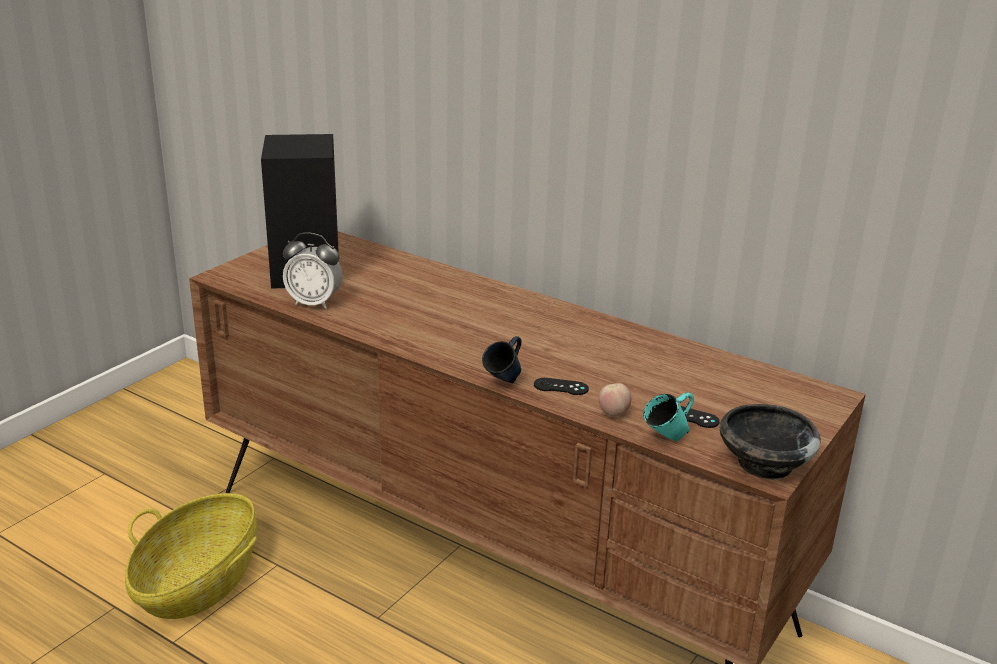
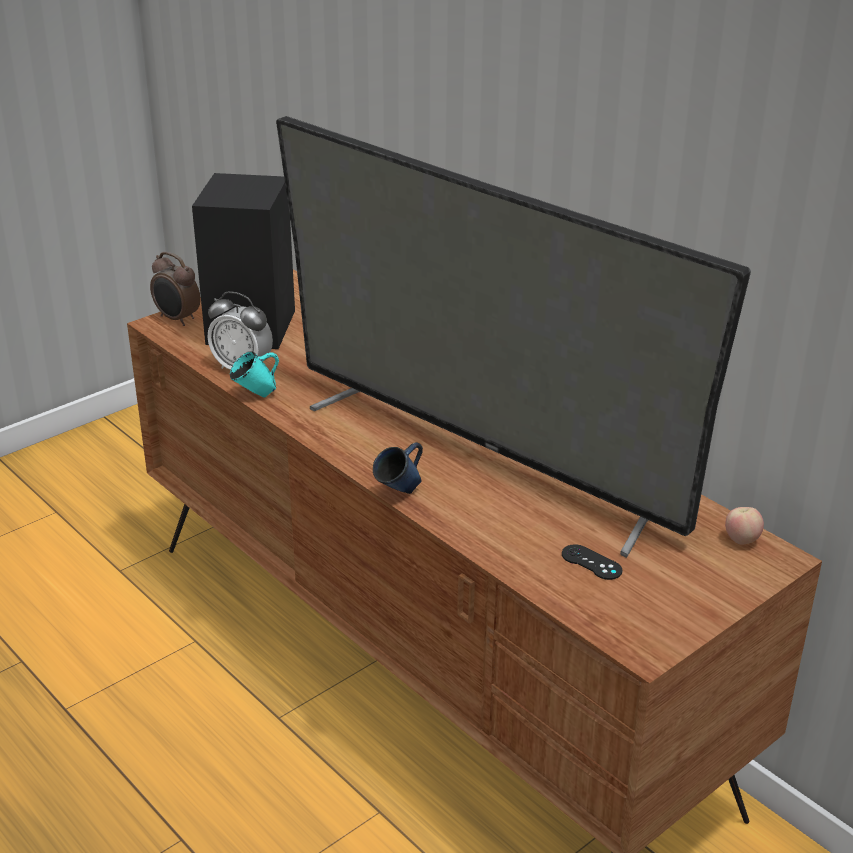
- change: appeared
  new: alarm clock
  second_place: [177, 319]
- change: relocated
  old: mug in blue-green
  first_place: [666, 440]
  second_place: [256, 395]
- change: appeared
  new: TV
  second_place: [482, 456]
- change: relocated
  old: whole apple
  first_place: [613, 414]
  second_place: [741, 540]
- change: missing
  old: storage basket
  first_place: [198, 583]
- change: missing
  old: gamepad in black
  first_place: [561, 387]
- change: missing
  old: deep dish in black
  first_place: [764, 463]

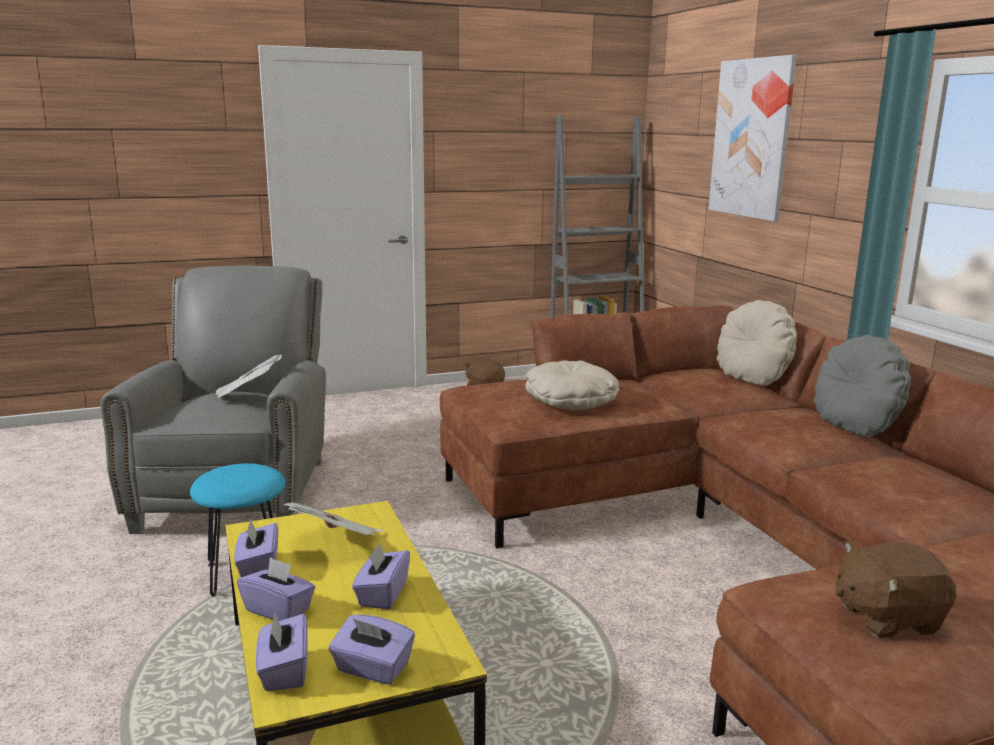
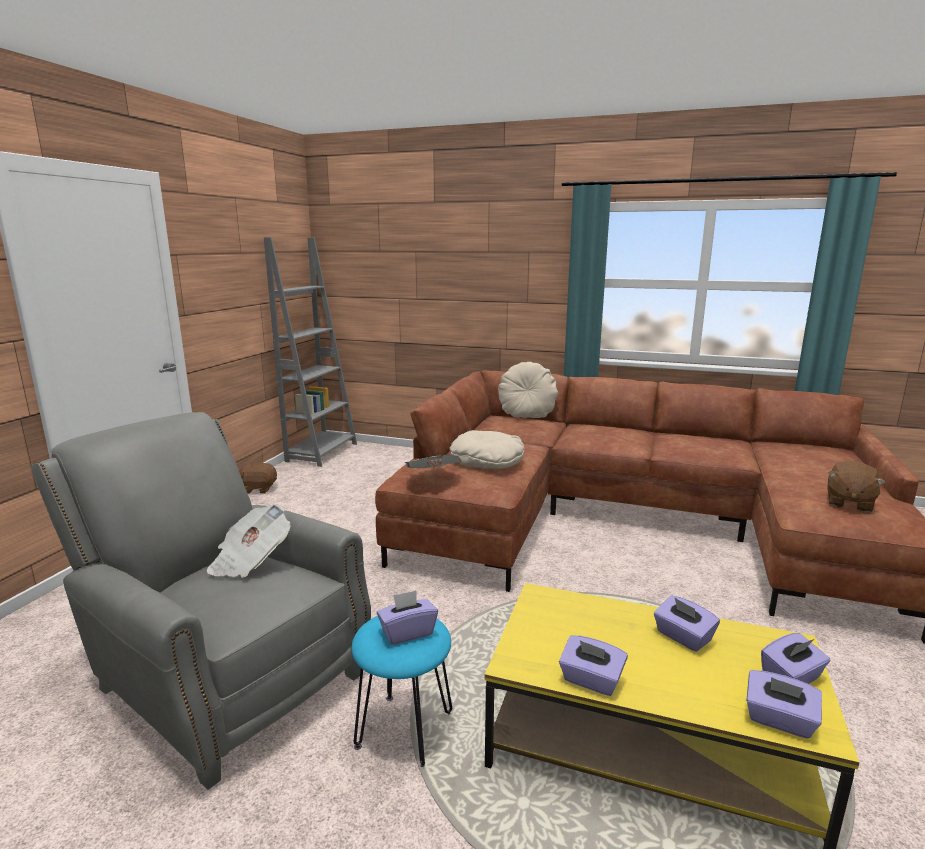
- change: relocated
  old: tissue holder in purplish
  first_place: [278, 610]
  second_place: [407, 632]
- change: relocated
  old: newspaper
  first_place: [337, 542]
  second_place: [433, 477]
- change: missing
  old: wall art
  first_place: [752, 138]
- change: missing
  old: throw pillow in grey
  first_place: [854, 428]

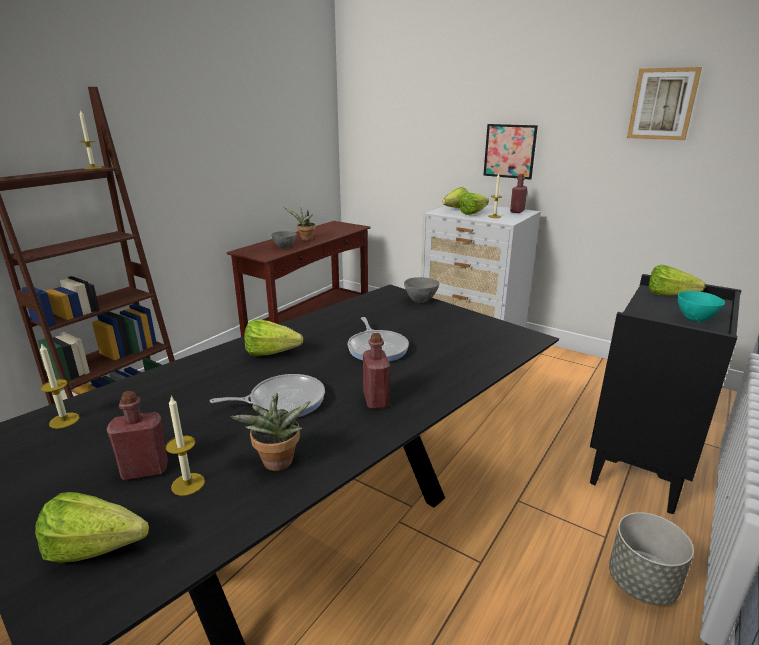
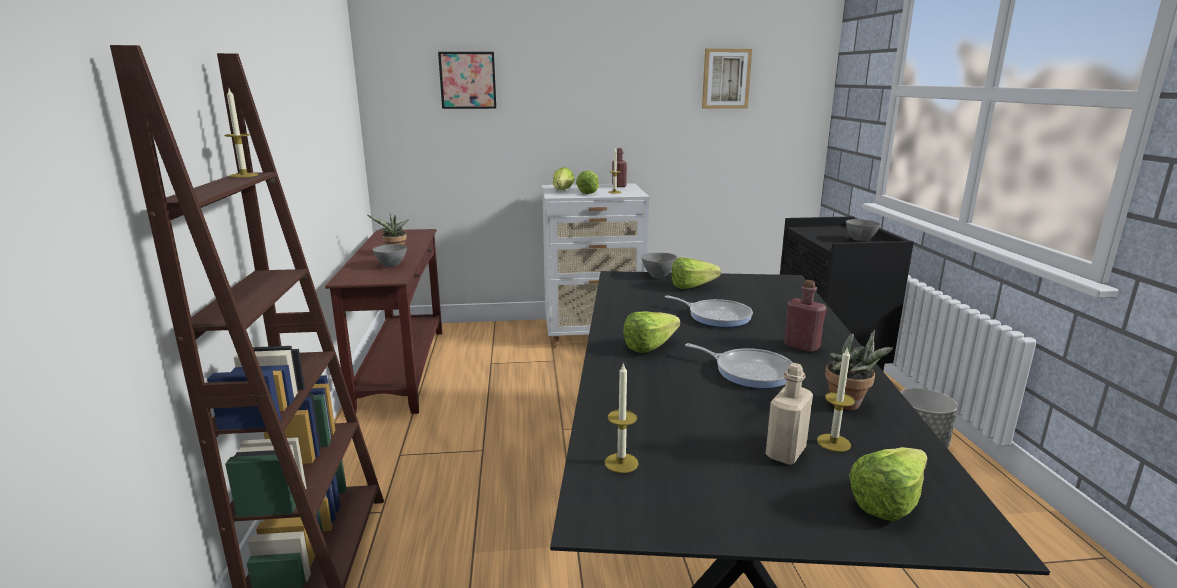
- change: relocated
  old: wall art
  first_place: [509, 151]
  second_place: [467, 80]
- change: relocated
  old: lettuce head
  first_place: [673, 296]
  second_place: [696, 287]
- change: spun
  old: skillet
  first_place: [283, 401]
  second_place: [749, 372]
  degrees: 90
- change: colour
  old: bottle in red-coloured
  new: bottle in beige-coloured
  first_place: [145, 470]
  second_place: [785, 452]
- change: colour
  old: deep dish in blue-green
  new: deep dish in grey
  first_place: [695, 319]
  second_place: [861, 240]

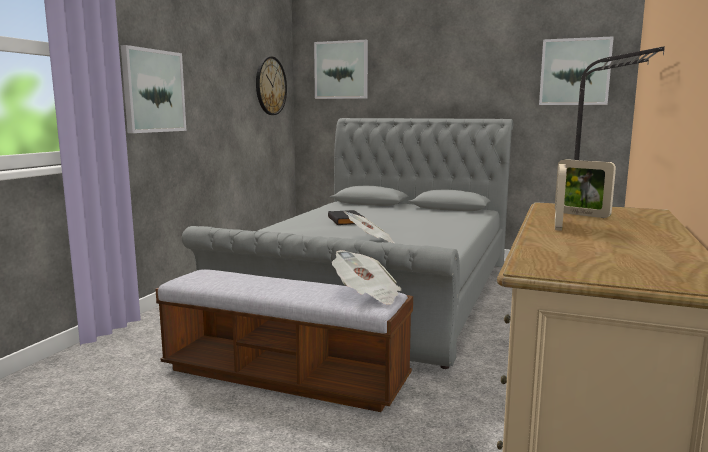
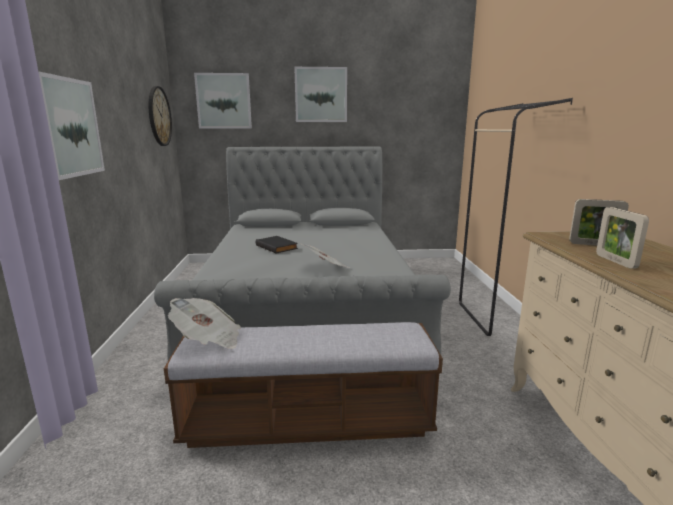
- change: relocated
  old: newspaper
  first_place: [367, 295]
  second_place: [208, 339]
- change: relocated
  old: wall art
  first_place: [575, 72]
  second_place: [321, 95]

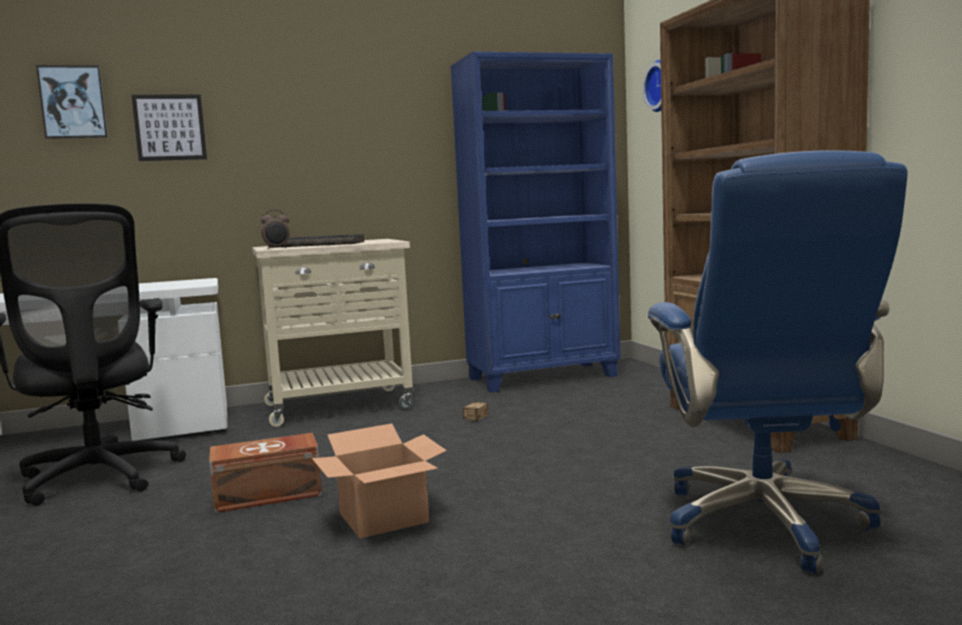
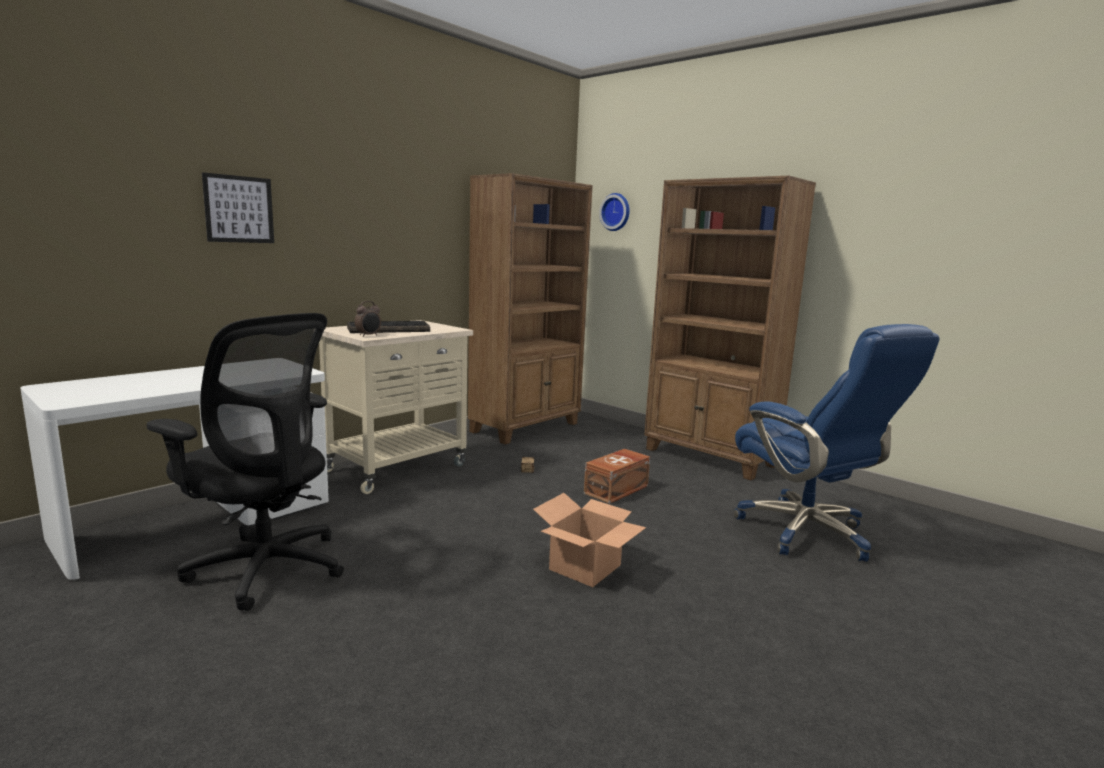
- change: colour
  old: shelving unit in bluish
  new: shelving unit in brown-coloured
  first_place: [544, 377]
  second_place: [526, 427]
- change: relocated
  old: storage bin in brown-coloured
  first_place: [269, 495]
  second_place: [617, 489]
- change: missing
  old: wall art
  first_place: [73, 102]

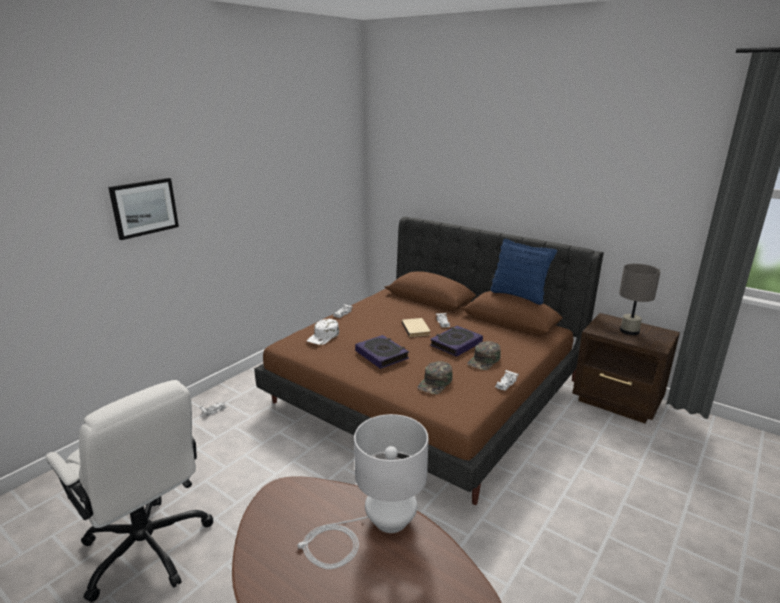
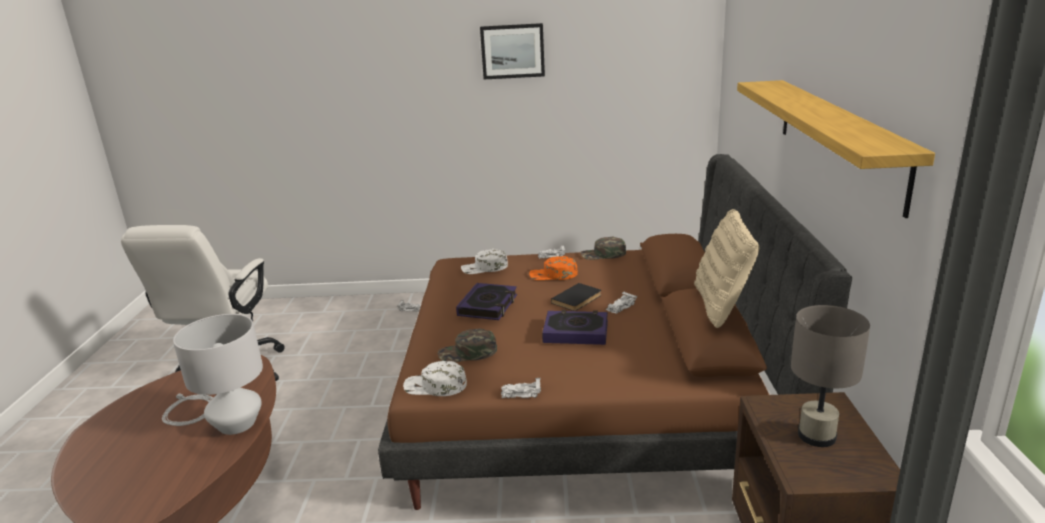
- change: appeared
  new: peaked cap in white
  second_place: [435, 386]
- change: relocated
  old: wall art
  first_place: [144, 207]
  second_place: [512, 51]
- change: appeared
  new: peaked cap in orange-coloured
  second_place: [553, 275]
- change: colour
  old: book in beige-coloured
  new: book in black
  first_place: [417, 328]
  second_place: [578, 299]
- change: relocated
  old: peaked cap in green-coloured
  first_place: [484, 360]
  second_place: [603, 254]
- change: colour
  old: throw pillow in bluish
  new: throw pillow in beige-coloured
  first_place: [519, 296]
  second_place: [722, 307]
- change: appeared
  new: wall shelf
  second_place: [837, 138]

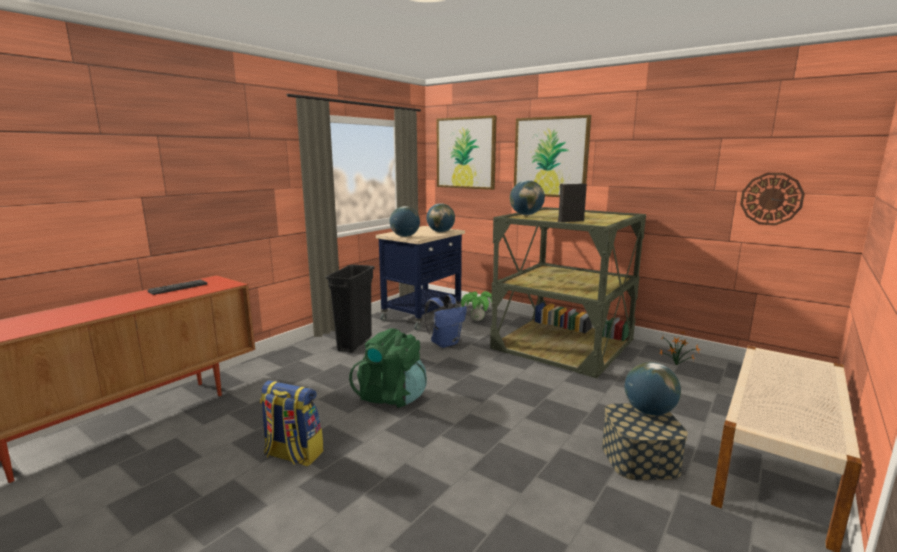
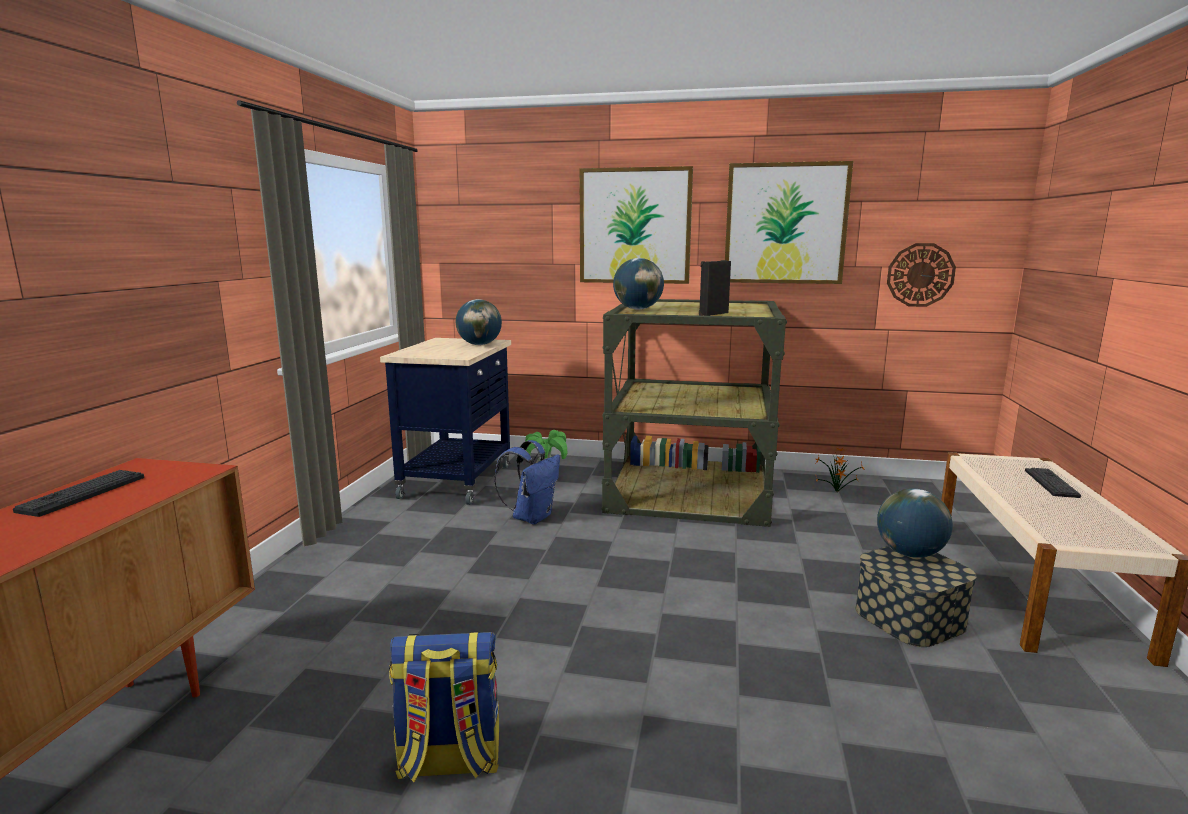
- change: relocated
  old: wall art
  first_place: [465, 153]
  second_place: [785, 224]
- change: appeared
  new: PC keyboard
  second_place: [1051, 483]
- change: missing
  old: rubbish bin in black
  first_place: [354, 343]
- change: missing
  old: knapsack in green-coloured
  first_place: [392, 396]
- change: missing
  old: globe
  first_place: [405, 236]

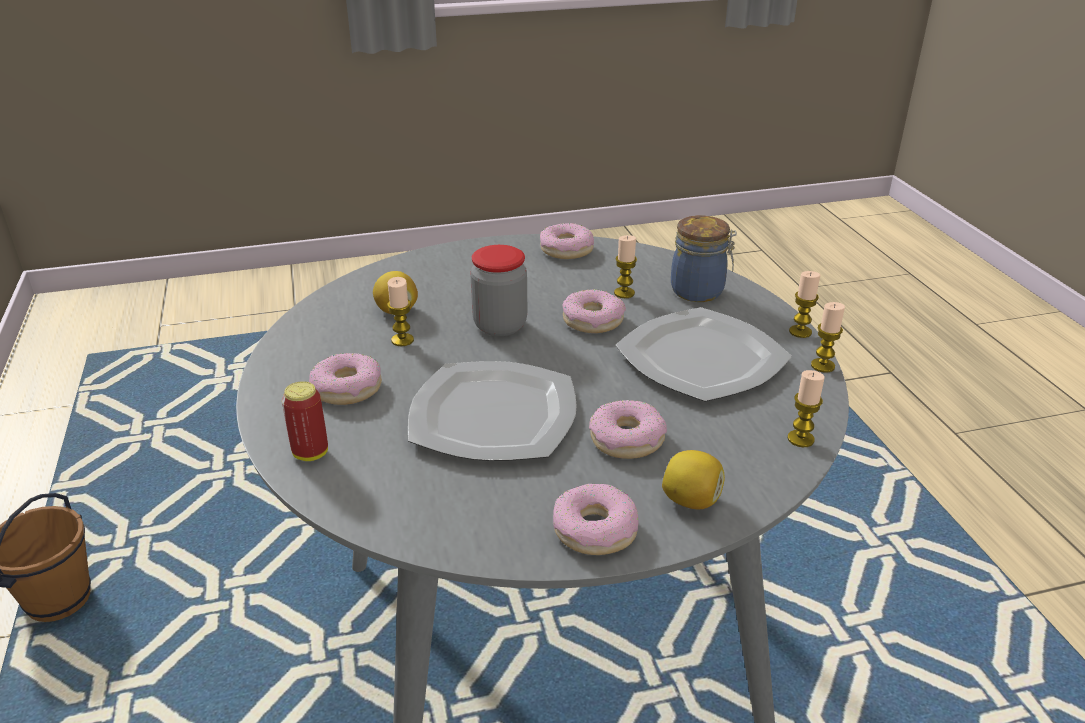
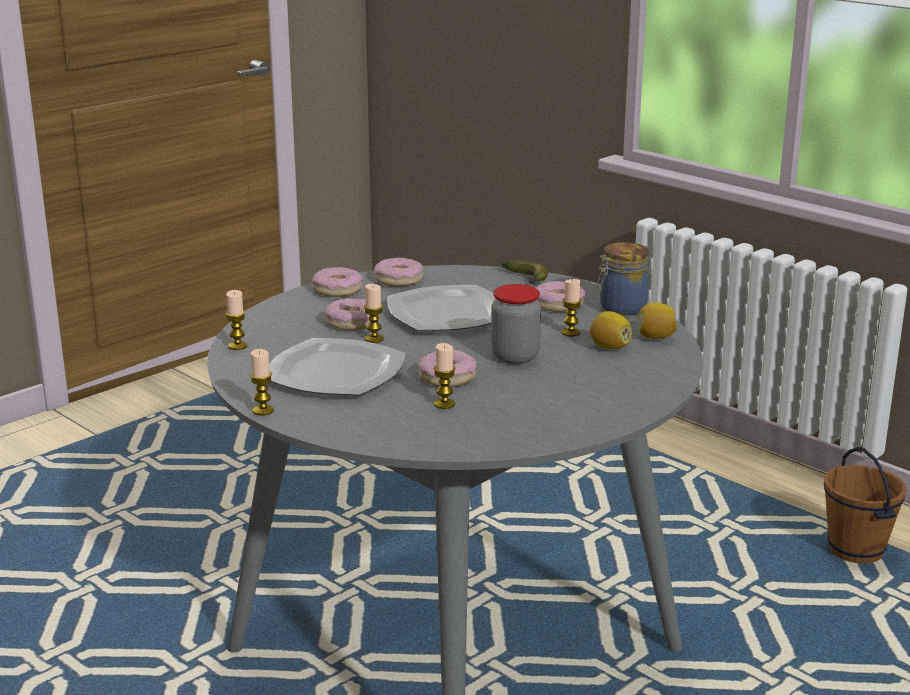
- change: relocated
  old: wax candle
  first_place: [822, 366]
  second_place: [374, 339]
- change: relocated
  old: donut
  first_place: [566, 249]
  second_place: [398, 280]
- change: exchanged
  old: metal can
  new: banana
  first_place: [310, 453]
  second_place: [527, 280]
- change: relocated
  old: storage jar
  first_place: [699, 291]
  second_place: [620, 308]
- change: relocated
  old: citrus fruit
  first_place: [691, 500]
  second_place: [655, 337]

